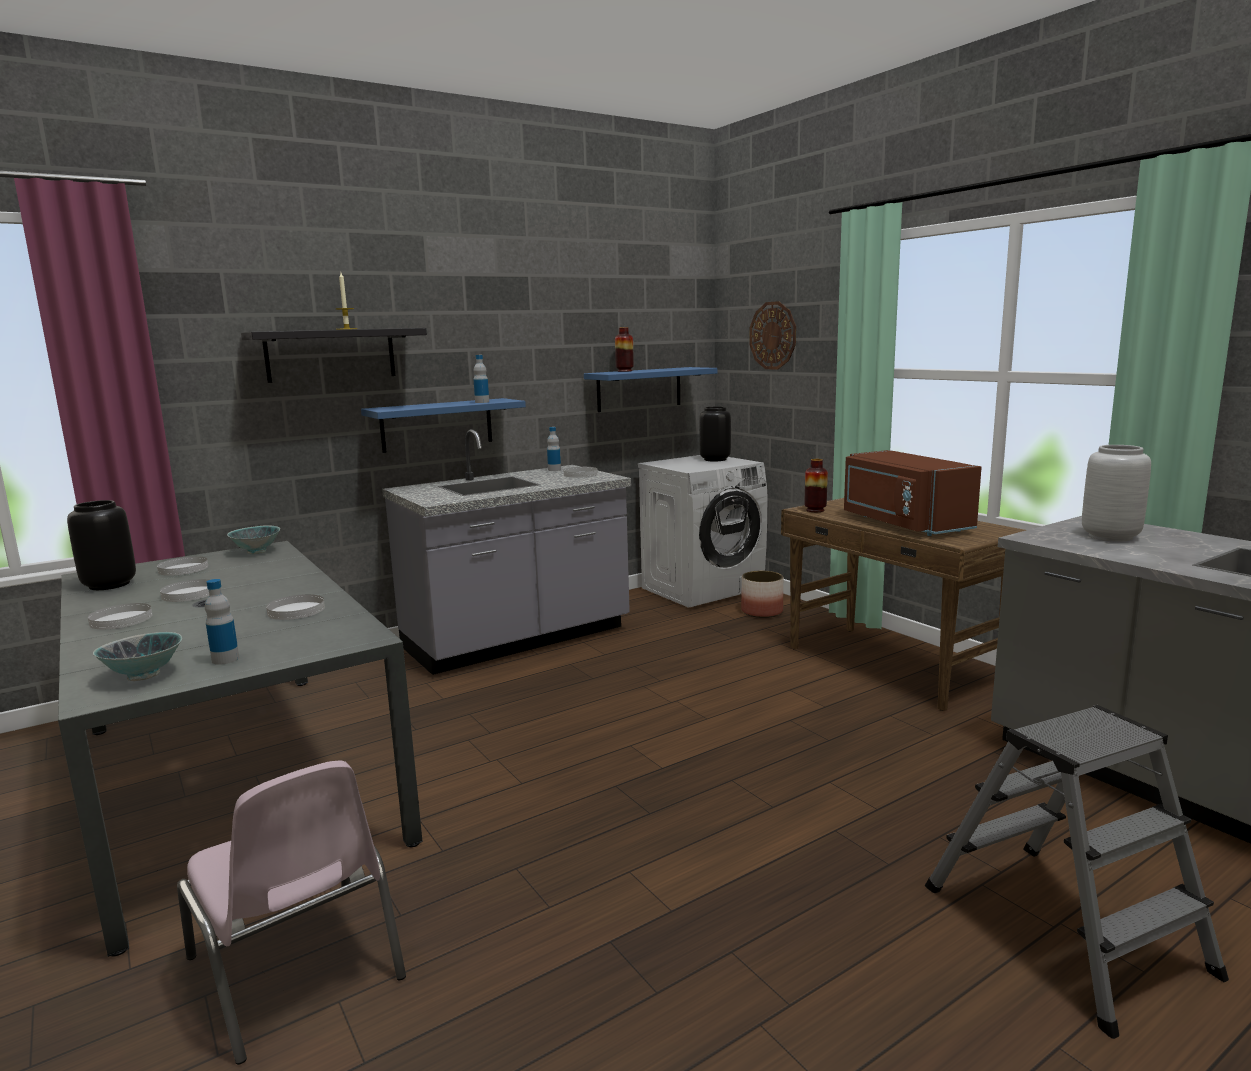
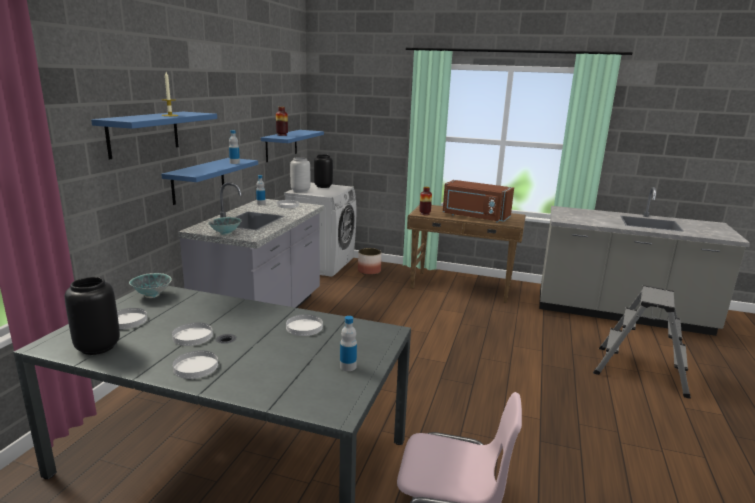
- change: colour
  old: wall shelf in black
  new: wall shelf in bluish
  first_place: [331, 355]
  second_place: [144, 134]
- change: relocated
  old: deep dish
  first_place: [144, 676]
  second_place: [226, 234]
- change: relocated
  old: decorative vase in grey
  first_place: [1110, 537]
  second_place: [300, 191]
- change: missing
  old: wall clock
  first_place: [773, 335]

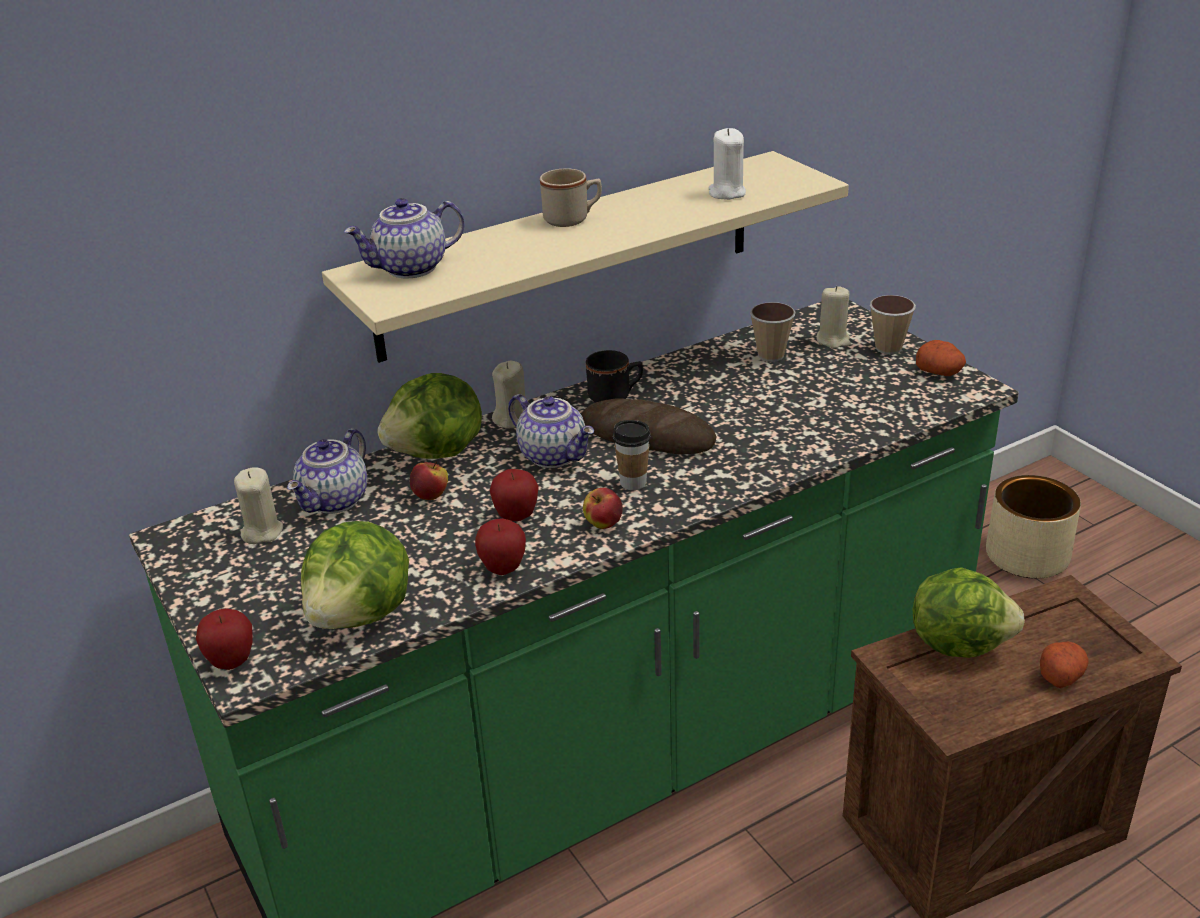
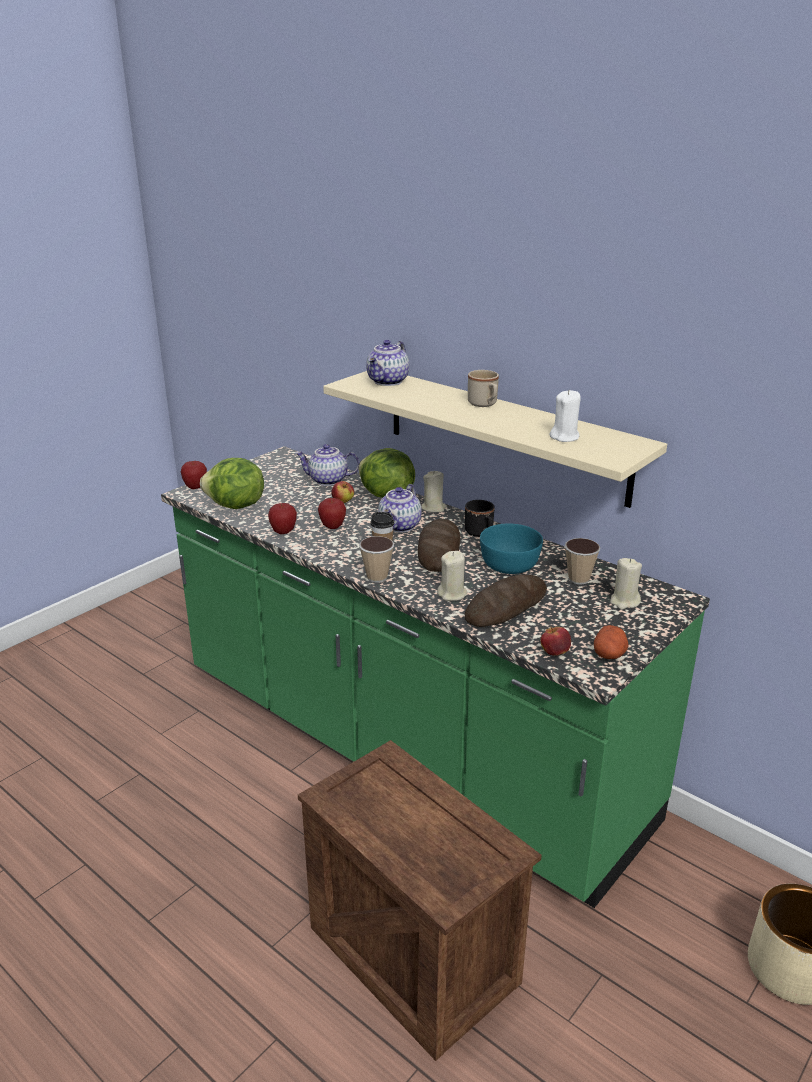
- change: relocated
  old: small cup
  first_place: [888, 348]
  second_place: [377, 577]
- change: spun
  old: teapot
  first_place: [411, 269]
  second_place: [388, 382]
  degrees: -105
- change: relocated
  old: wax candle in beige-coloured
  first_place: [262, 532]
  second_place: [452, 594]
- change: appeared
  new: bread
  second_place: [506, 606]
- change: appeared
  new: deep dish in blue-green
  second_place: [510, 564]
- change: relocated
  old: whole apple
  first_place: [603, 524]
  second_place: [554, 653]
- change: missing
  old: lettuce head
  first_place: [959, 642]
- change: missing
  old: spud
  first_place: [1060, 674]

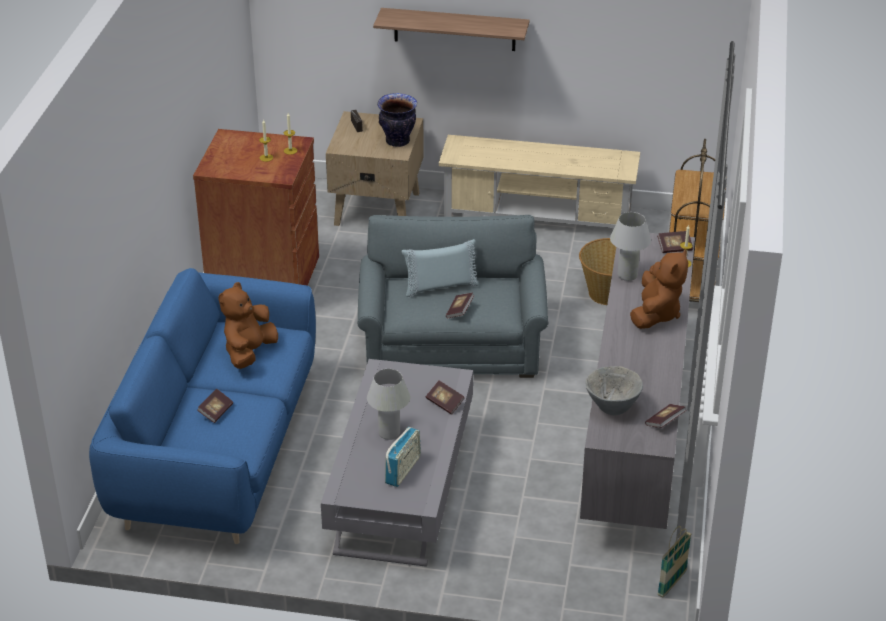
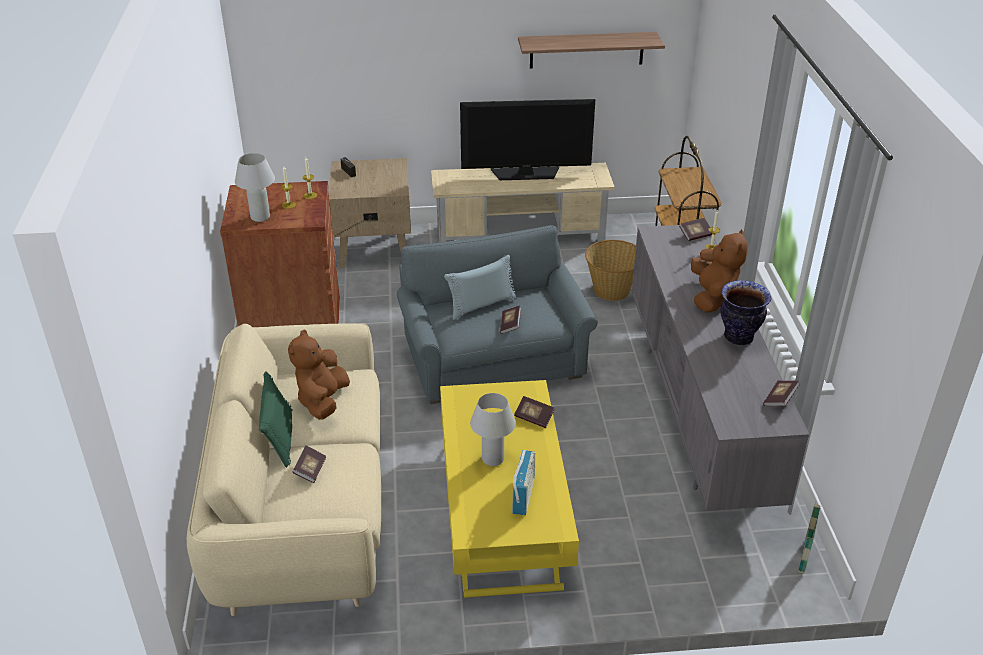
- change: colour
  old: couch in bluish
  new: couch in beige-coloured
  first_place: [216, 451]
  second_place: [302, 507]
- change: relocated
  old: tabletop lamp in white
  first_place: [627, 275]
  second_place: [260, 217]
- change: appeared
  new: throw pillow in green-coloured
  second_place: [279, 438]
- change: colour
  old: lounge table in grey
  new: lounge table in yellow
  first_place: [401, 485]
  second_place: [503, 507]
- change: appeared
  new: TV
  second_place: [526, 174]
- change: relocated
  old: wall shelf
  first_place: [454, 29]
  second_place: [586, 50]
- change: relocated
  old: decorative vase
  first_place: [398, 141]
  second_place: [739, 337]
- change: missing
  old: deep dish in grey
  first_place: [612, 407]

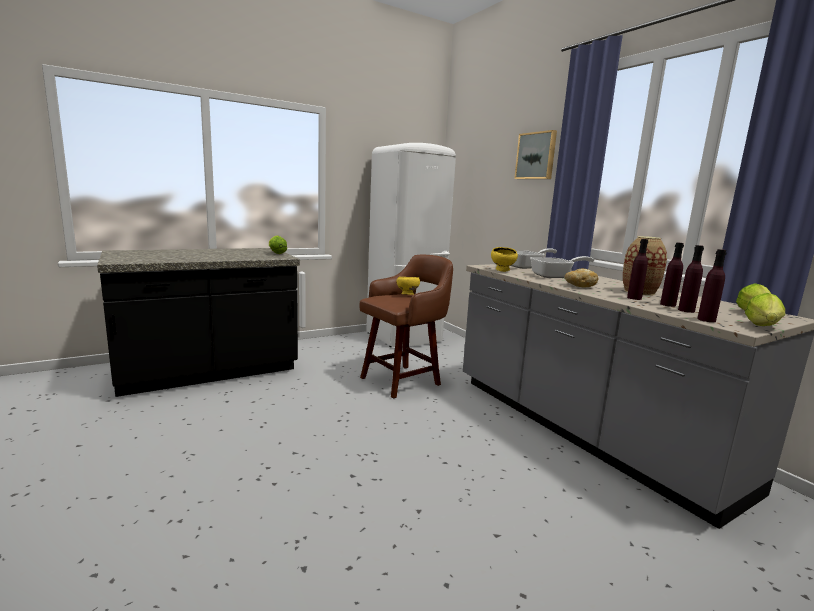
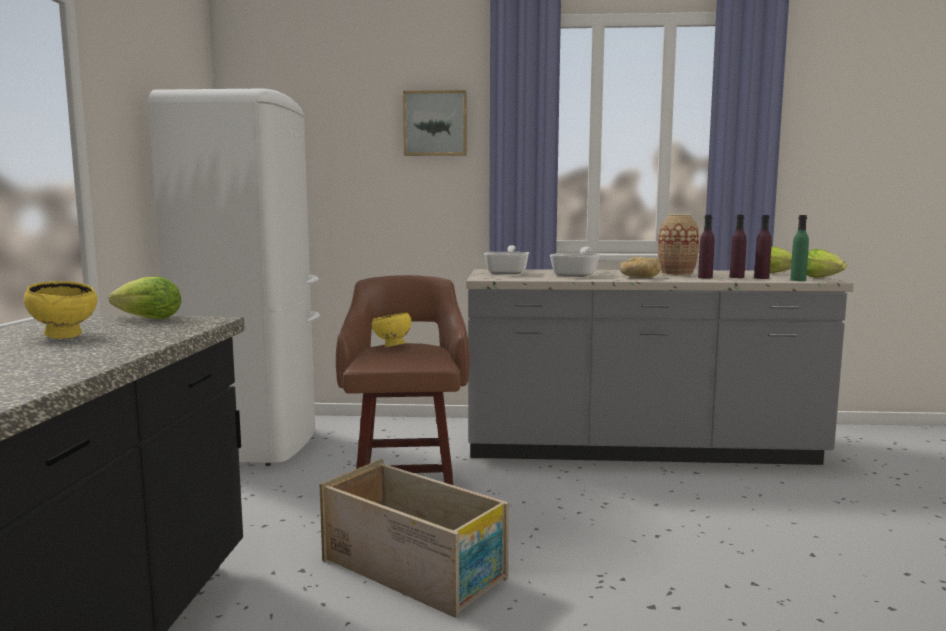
- change: relocated
  old: deep dish in yellow
  first_place: [503, 271]
  second_place: [66, 336]
- change: appeared
  new: crate
  second_place: [415, 569]
- change: colour
  old: bottle in purplish
  new: bottle in green-coloured
  first_place: [706, 320]
  second_place: [798, 280]

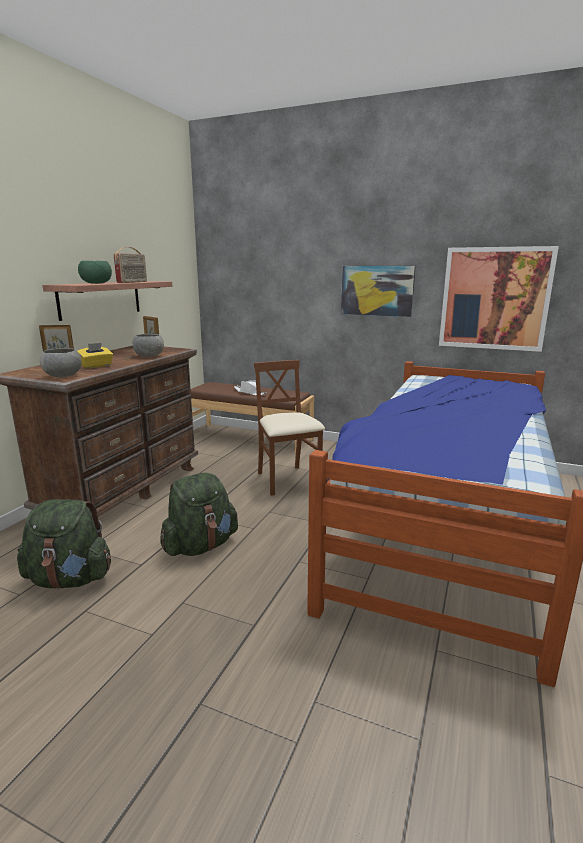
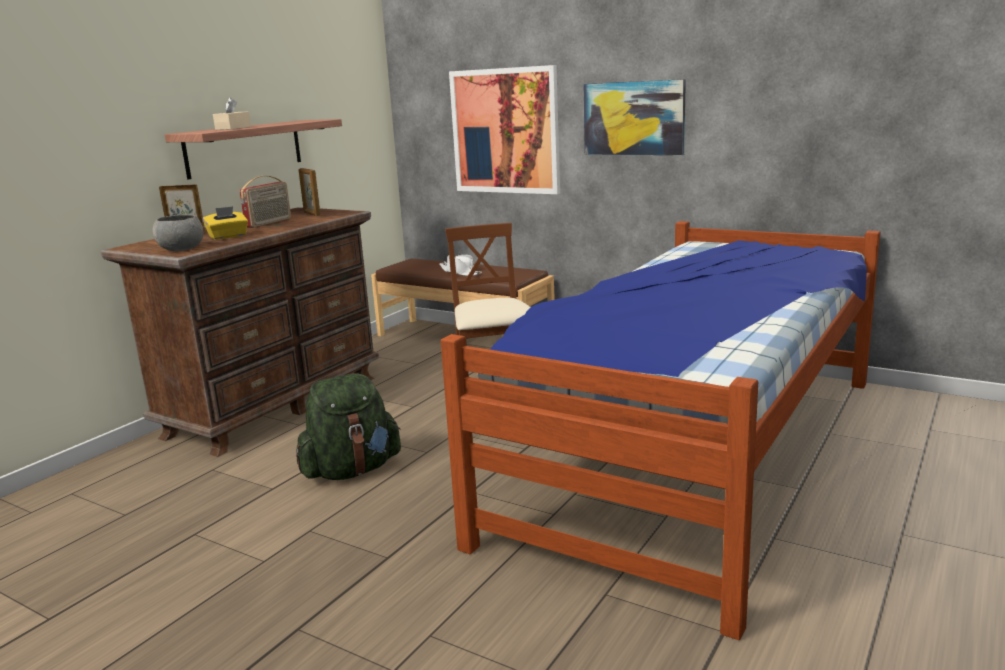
- change: exchanged
  old: deep dish in green-coloured
  new: tissue holder in beige-coloured
  first_place: [96, 283]
  second_place: [233, 128]
- change: relocated
  old: radio set
  first_place: [132, 282]
  second_place: [269, 223]
- change: relocated
  old: wall art
  first_place: [494, 299]
  second_place: [505, 131]
- change: missing
  old: knapsack in green-coloured
  first_place: [70, 579]
- change: missing
  old: deep dish in grey
  first_place: [149, 356]

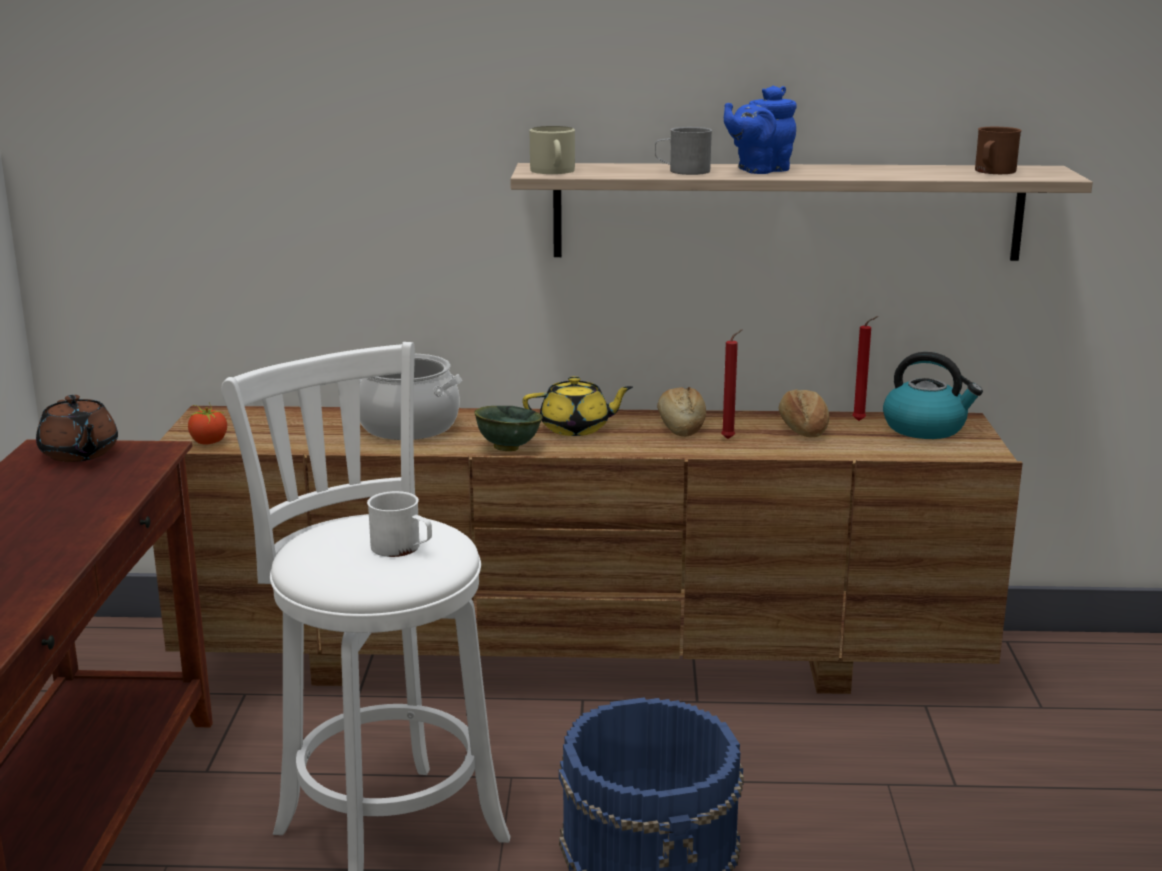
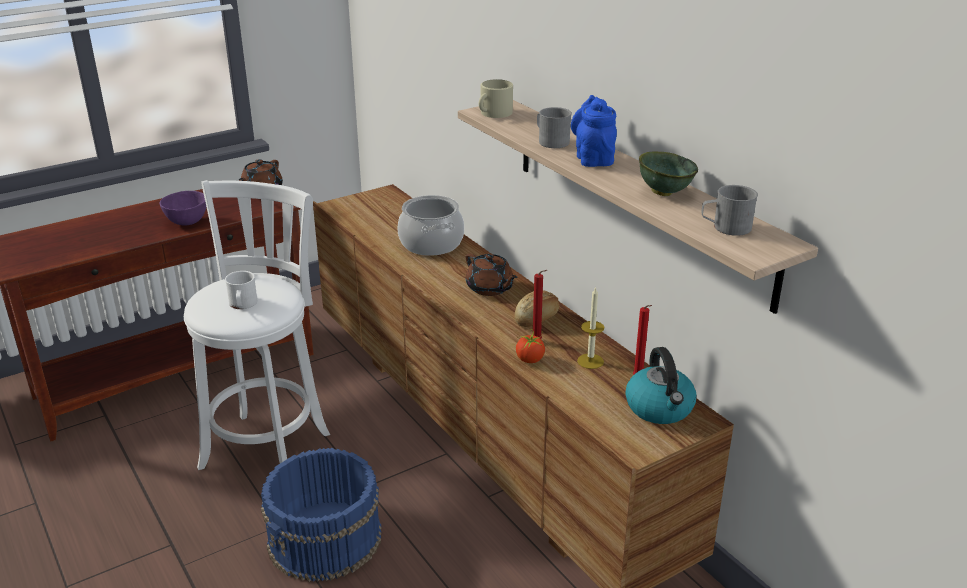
- change: appeared
  new: deep dish in purplish
  second_place: [186, 222]
- change: colour
  old: teapot in yellow
  new: teapot in brown-coloured
  first_place: [576, 428]
  second_place: [490, 288]
- change: relocated
  old: fresh tomato
  first_place: [208, 442]
  second_place: [530, 359]
- change: spun
  old: teapot in bluish
  first_place: [759, 170]
  second_place: [593, 158]
  degrees: 60
- change: exchanged
  old: bread
  new: wax candle
  first_place: [802, 429]
  second_place: [590, 361]
- change: relocated
  old: deep dish in green-coloured
  first_place: [507, 448]
  second_place: [664, 192]
- change: colour
  old: mug in brown-coloured
  new: mug in grey
  first_place: [993, 172]
  second_place: [725, 227]

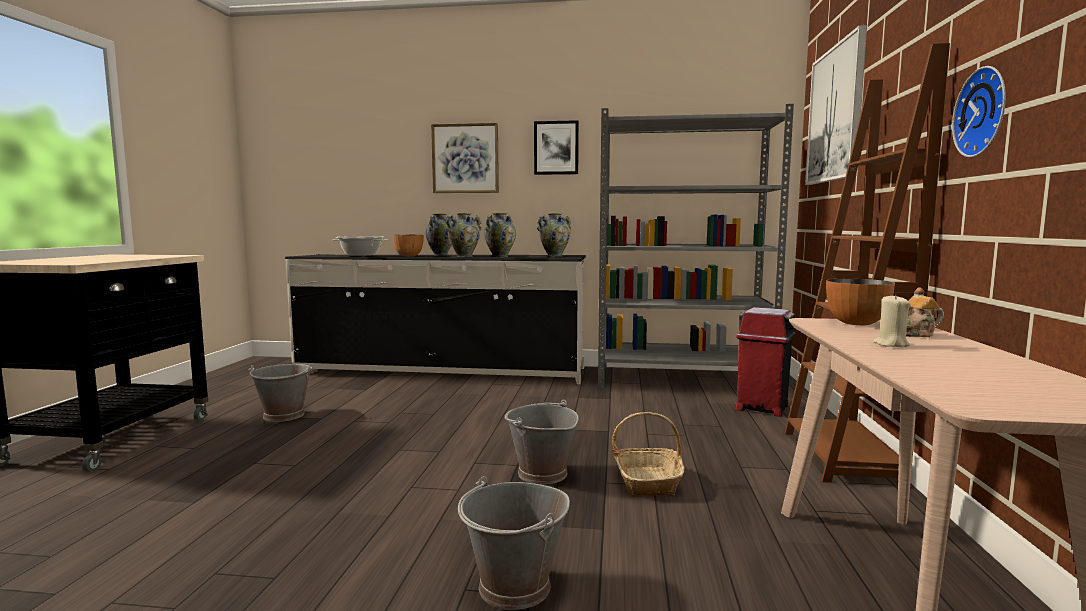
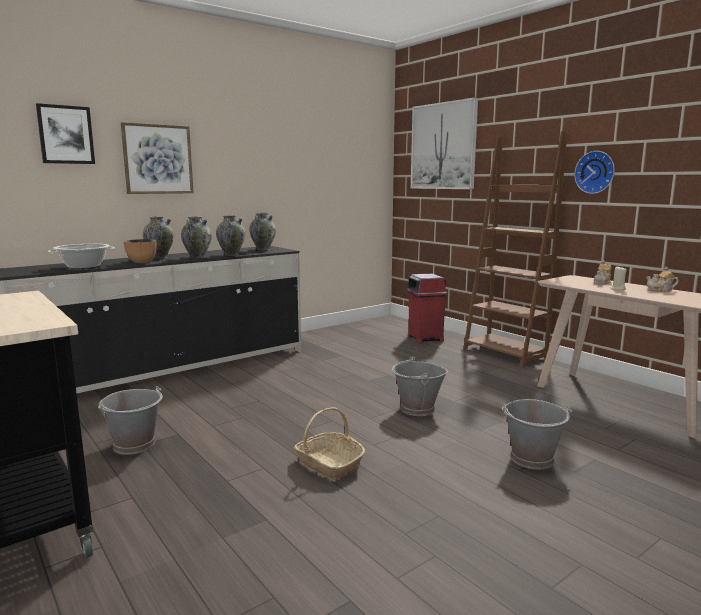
- change: relocated
  old: wall art
  first_place: [556, 148]
  second_place: [66, 135]
- change: relocated
  old: storage basket
  first_place: [647, 481]
  second_place: [328, 464]
- change: appeared
  new: teapot
  second_place: [660, 290]
- change: missing
  old: shelving unit in grey
  first_place: [681, 380]
- change: missing
  old: deep dish
  first_place: [856, 323]

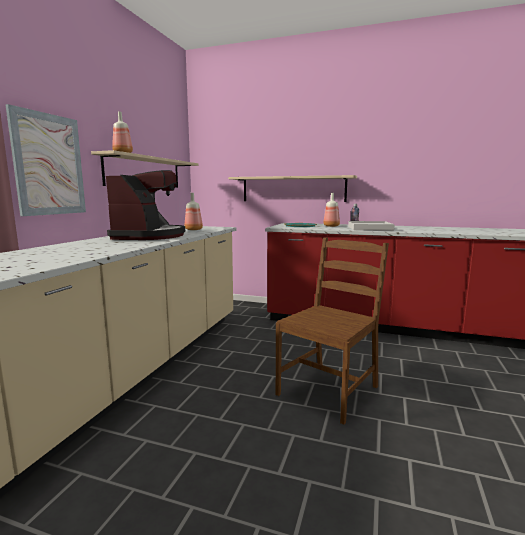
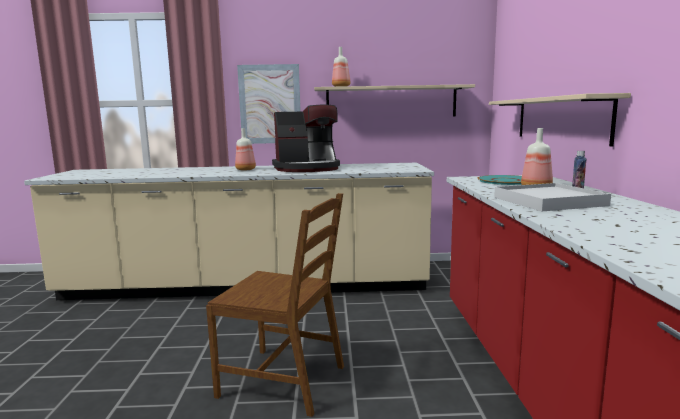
- change: relocated
  old: bottle
  first_place: [193, 229]
  second_place: [246, 169]

